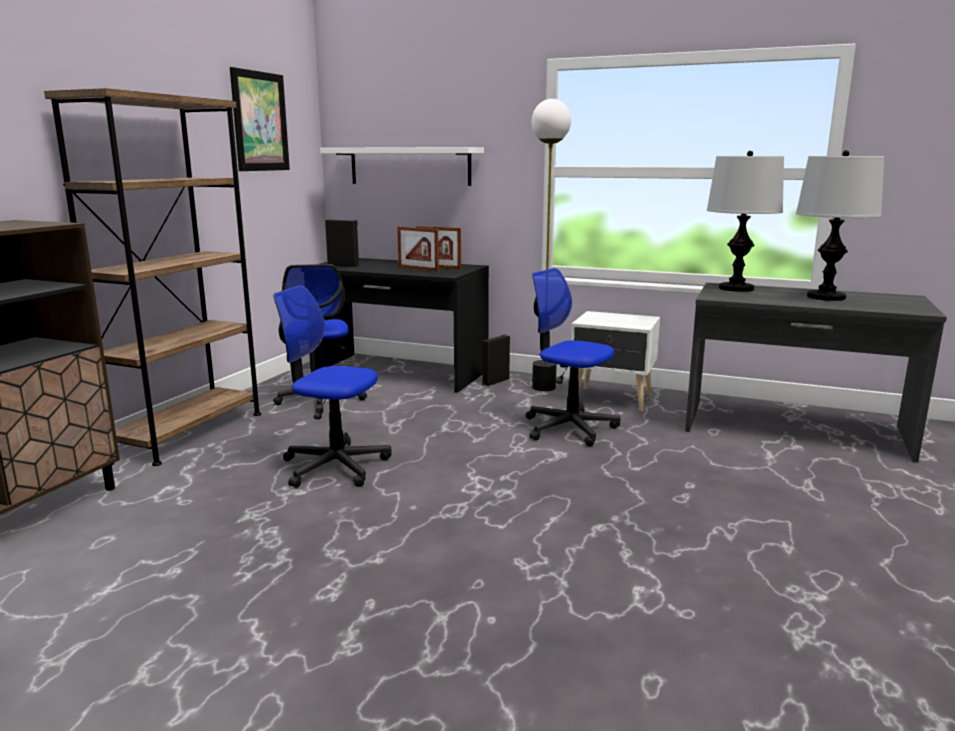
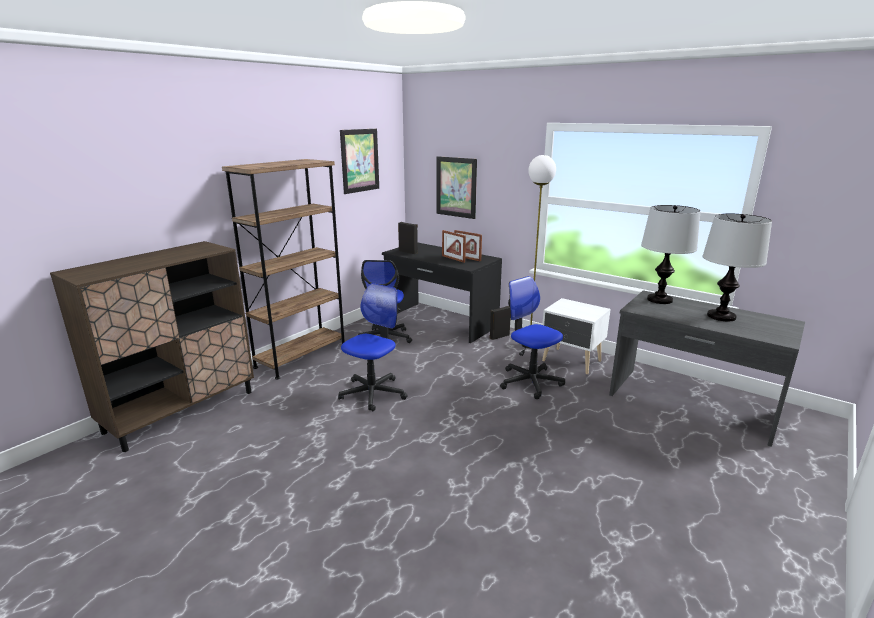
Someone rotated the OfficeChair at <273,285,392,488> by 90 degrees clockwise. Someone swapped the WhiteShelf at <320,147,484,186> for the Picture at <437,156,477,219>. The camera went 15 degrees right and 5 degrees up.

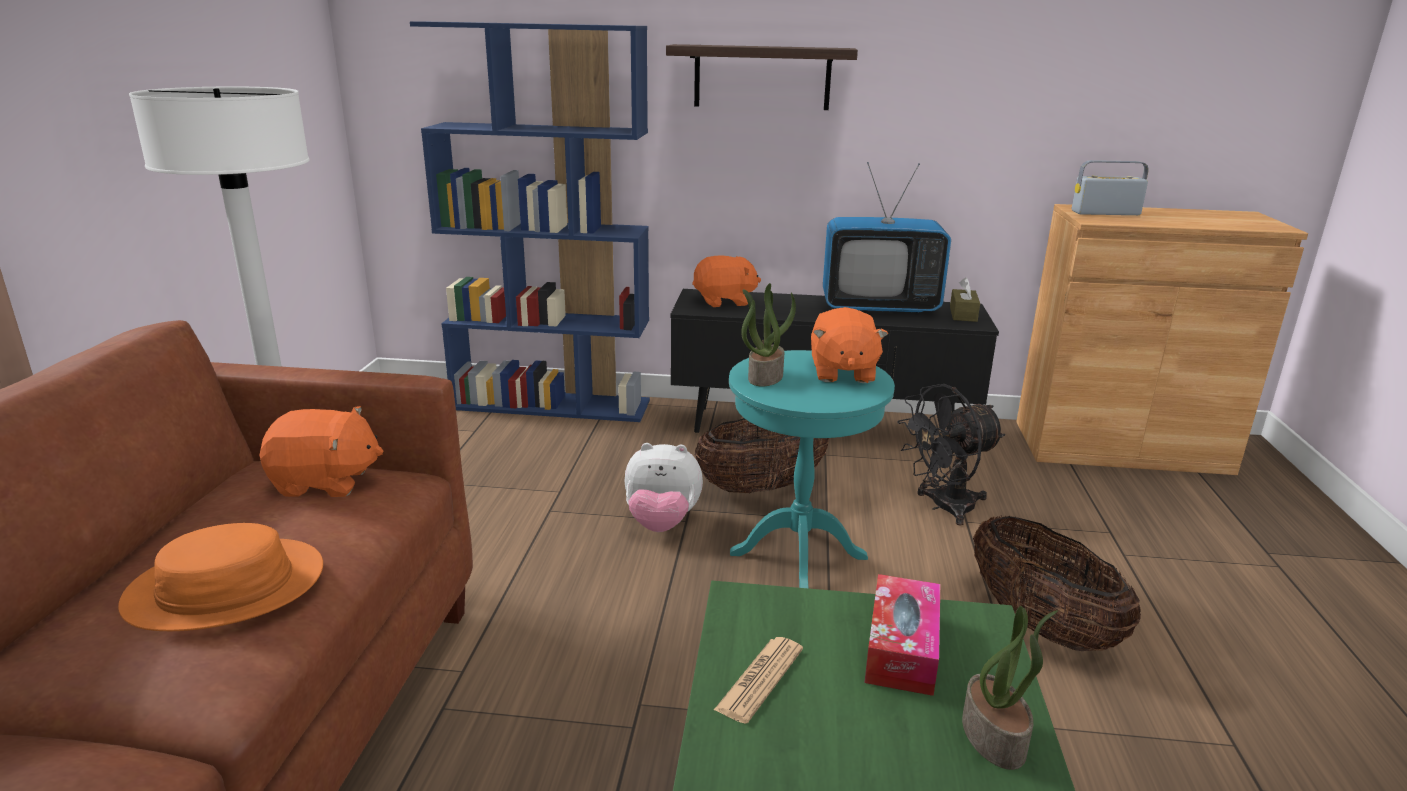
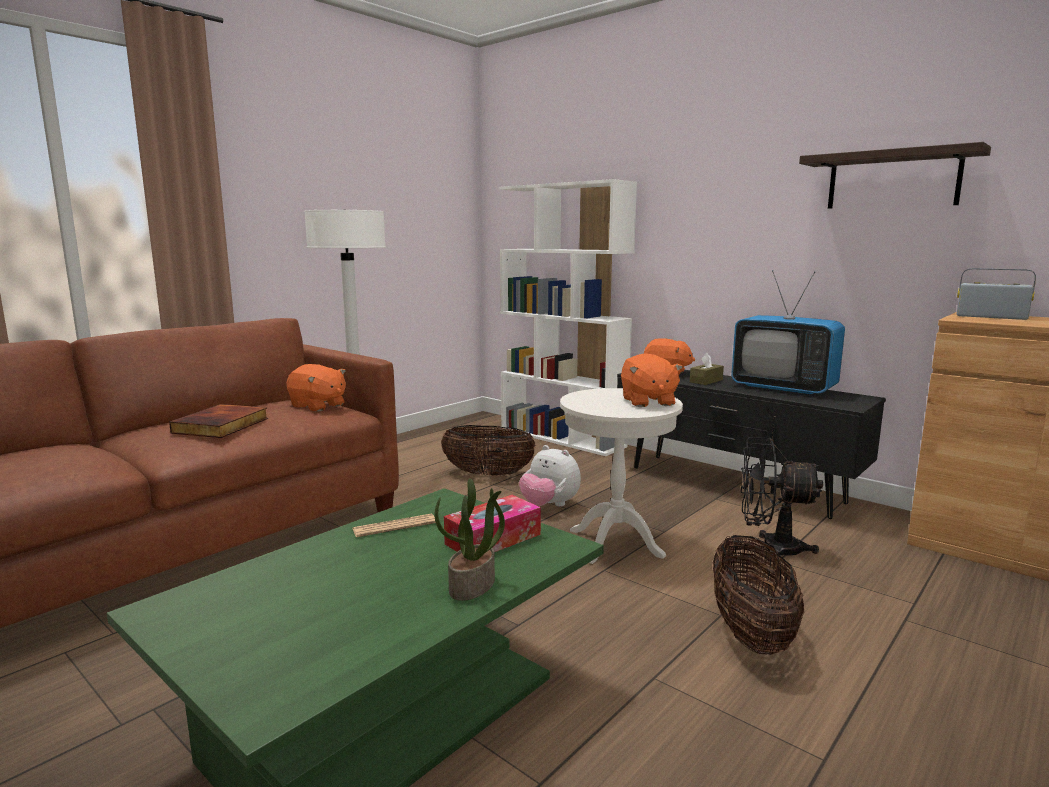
Someone swapped the OrangeHat at <118,523,323,631> for the Book at <169,404,268,438>. Someone carried the Basket from <695,418,829,493> to <441,425,536,476>. Someone repainted the BlueBookcase at <410,22,650,422>, which became the WhiteBookcase at <499,179,637,456>. Someone repainted the TurquoiseSideTable at <729,350,895,588>, which became the WhiteSideTable at <560,388,683,564>. Someone rotated the OrangePlushToy at <811,307,888,383> by 45 degrees counterclockwise. Someone carried the BrownTissueBox from <950,277,980,322> to <690,353,724,385>. Someone carried the Shelf from <666,44,858,110> to <799,142,991,209>. Someone took away the PottedPlant at <741,283,796,387>. The camera went 35 degrees right and 10 degrees down.

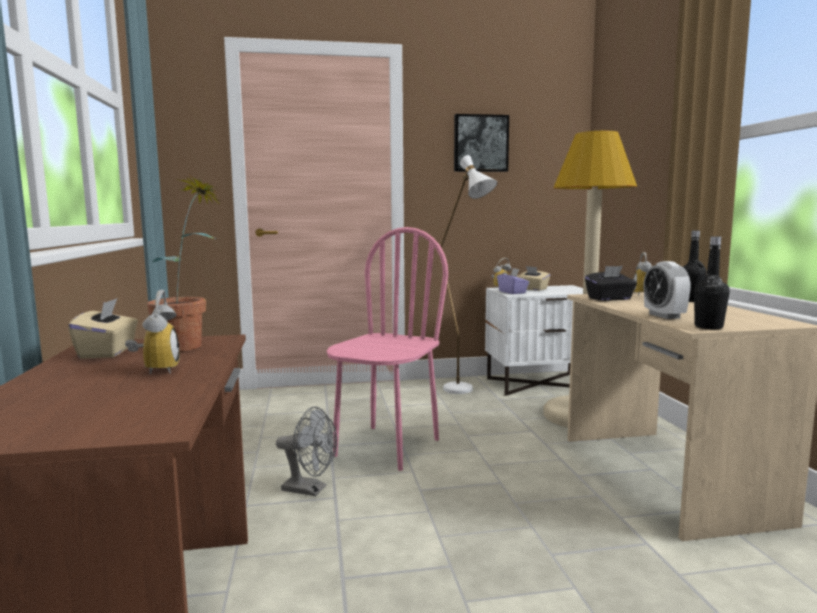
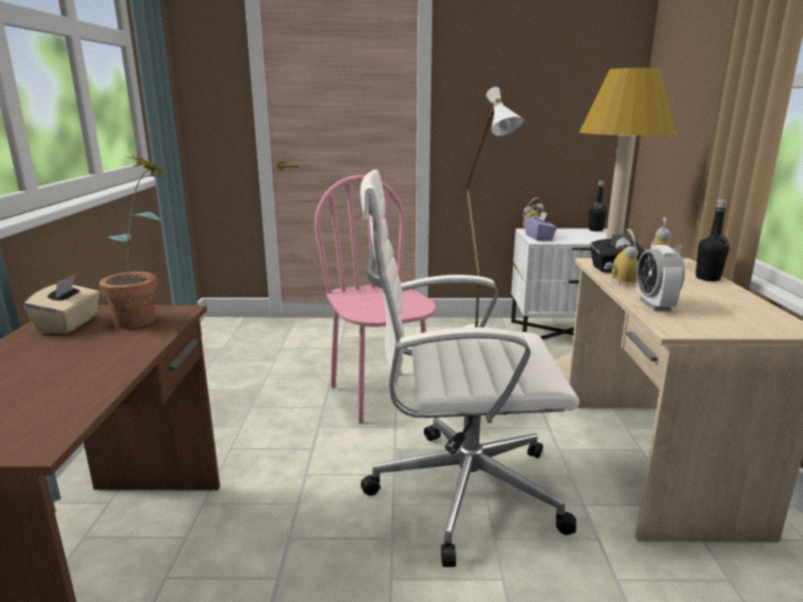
Someone rotated the PinkChair at <327,227,448,471> by 60 degrees counterclockwise. Someone put down the WhiteOfficeChair at <360,169,580,567>. Someone carried the BlackBottle from <694,236,730,329> to <589,180,607,232>. Someone carried the AlarmClock from <125,290,180,374> to <604,229,638,285>. Someone took away the GreyFan at <276,406,337,496>. Someone took away the Picture at <454,114,509,172>. Someone took away the BeigeTissueBox at <517,266,550,291>. The camera went 10 degrees right and 10 degrees up.

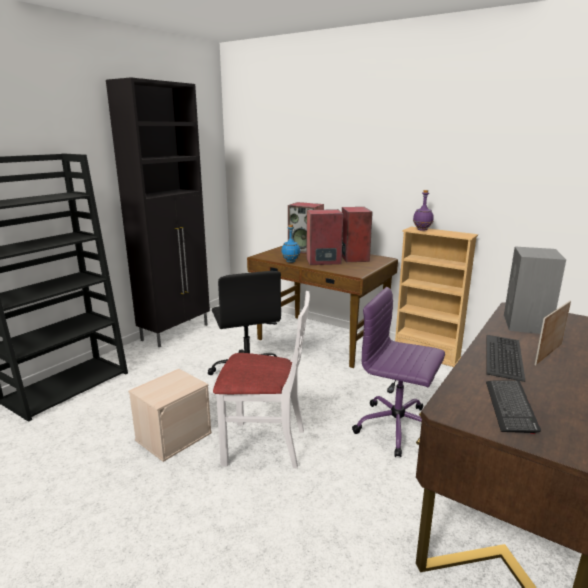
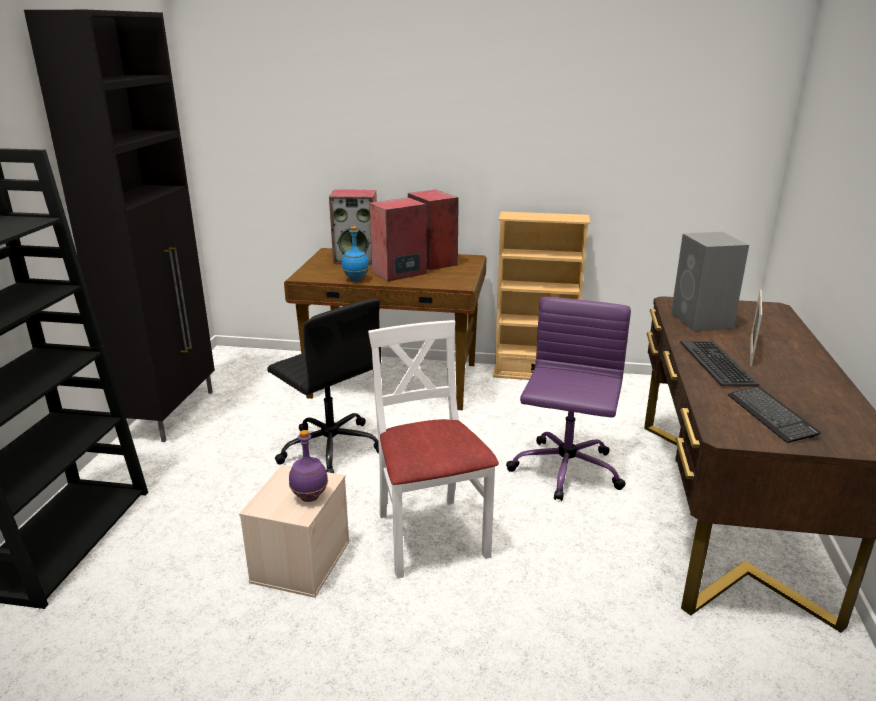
Someone carried the PurpleBottle from <413,190,434,231> to <289,430,328,502>. Someone rotated the WhiteChair at <213,291,310,469> by 90 degrees counterclockwise. Someone rotated the PurpleOfficeChair at <352,287,445,458> by 105 degrees clockwise. The camera went 25 degrees left and 5 degrees up.

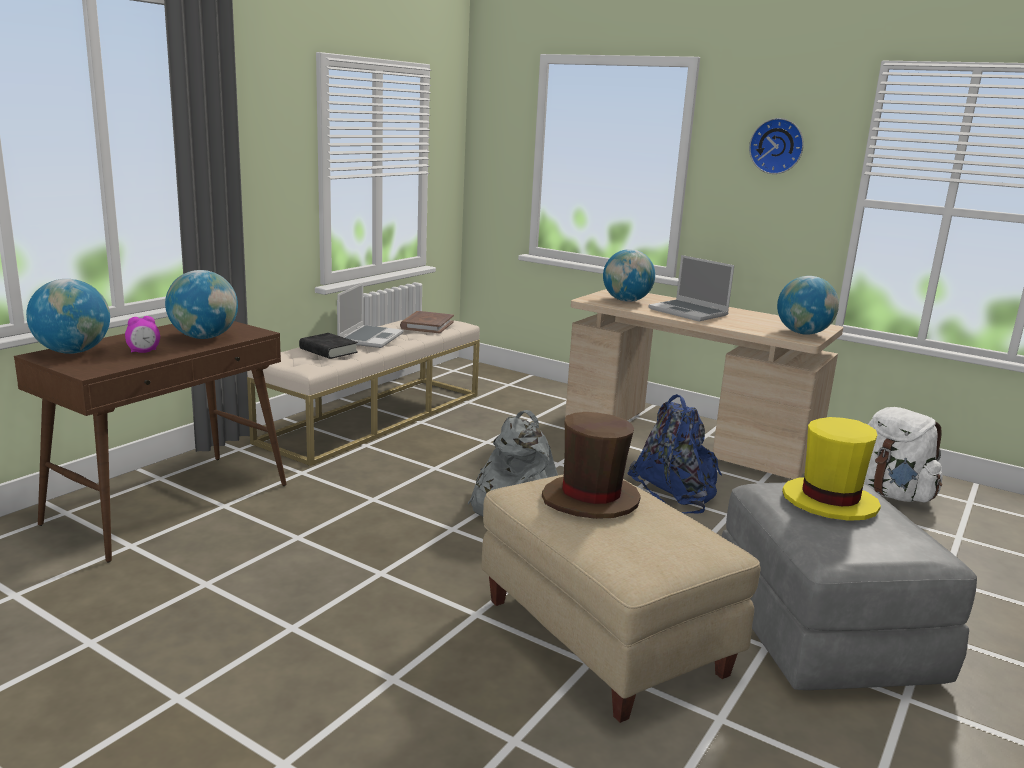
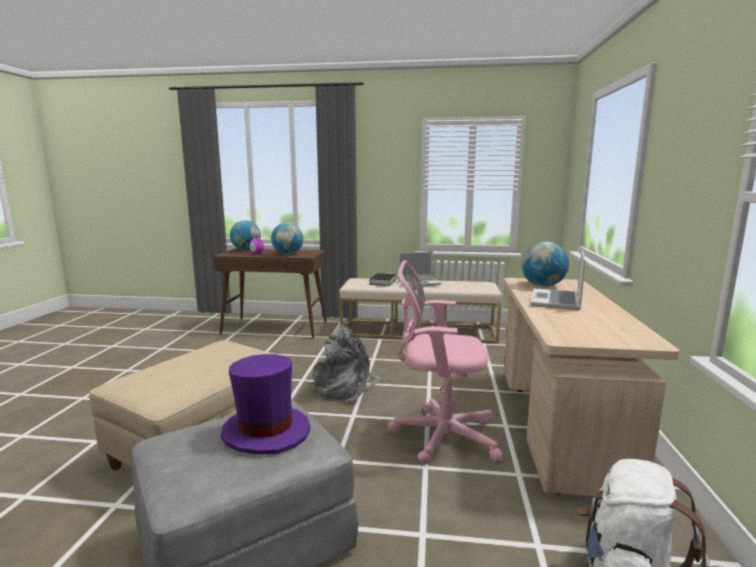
Someone repainted the YellowHat at <782,417,881,521>, which became the PurpleHat at <221,354,310,455>. Someone swapped the BlueBackpack at <627,394,722,514> for the PinkOfficeChair at <387,260,503,465>. Someone took away the BrownBook at <400,311,454,333>. Someone took away the BrownHat at <542,412,641,519>. Someone took away the WallClock at <749,118,804,174>. Someone took away the Globe at <777,276,839,335>. The camera went 65 degrees right and 5 degrees down.

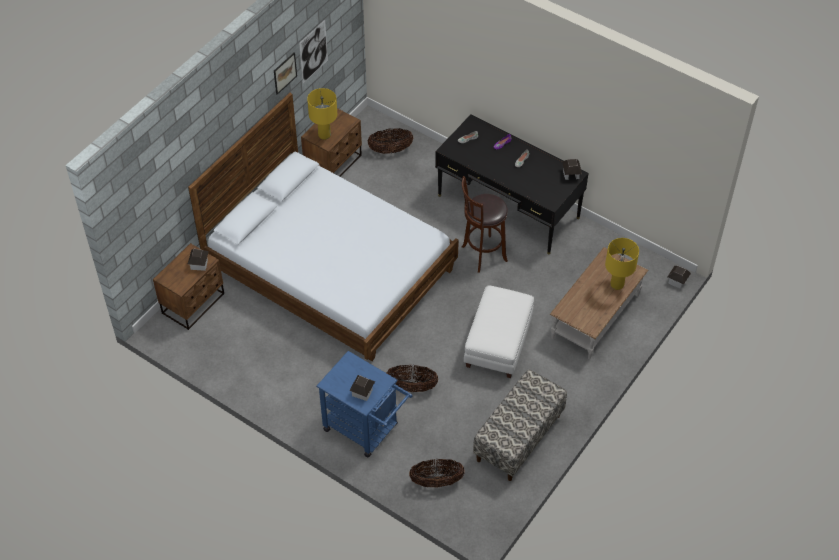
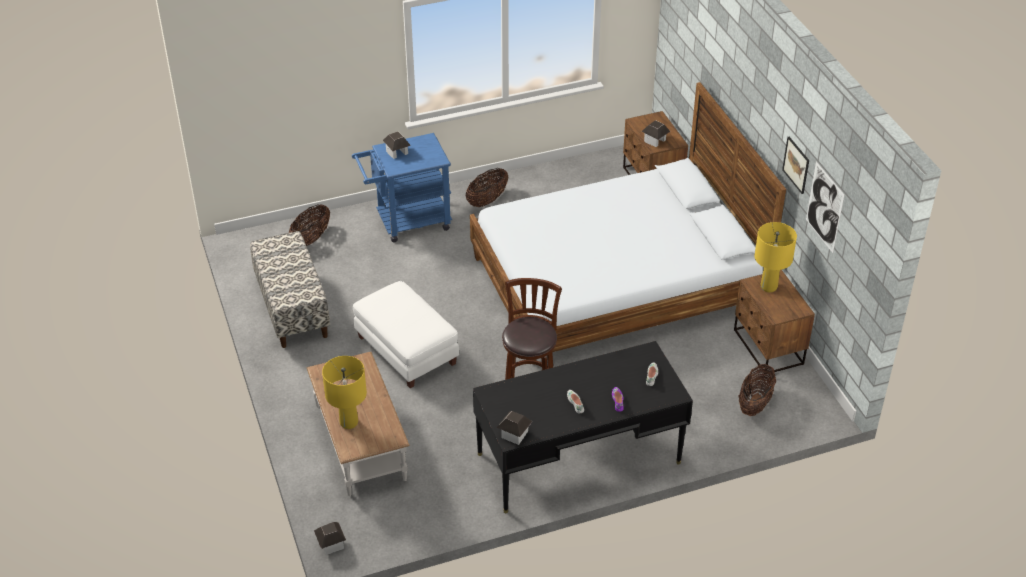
Someone carried the Basket from <387,365,438,392> to <466,168,508,207>. The camera went 125 degrees right and 10 degrees down.

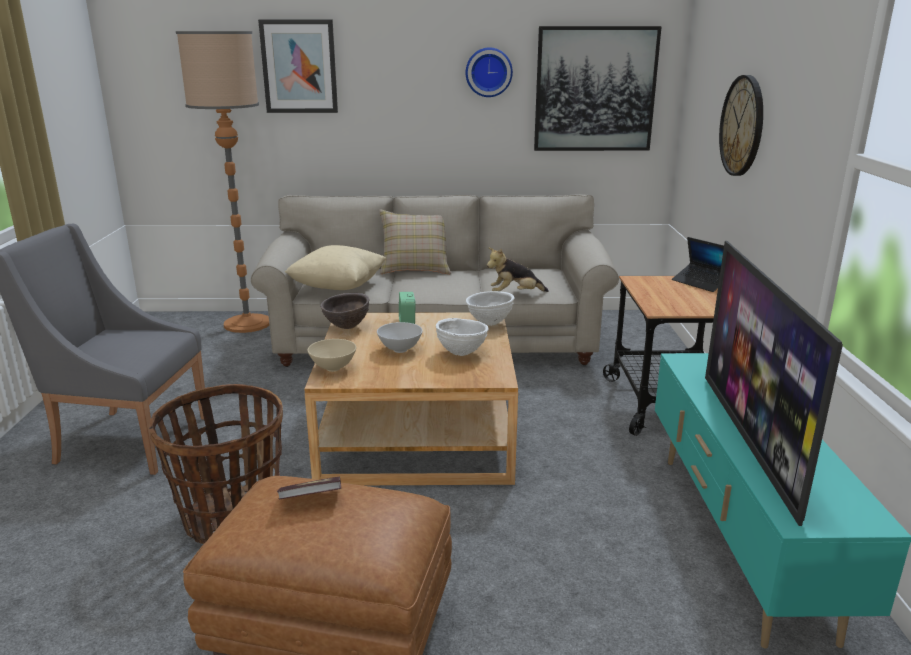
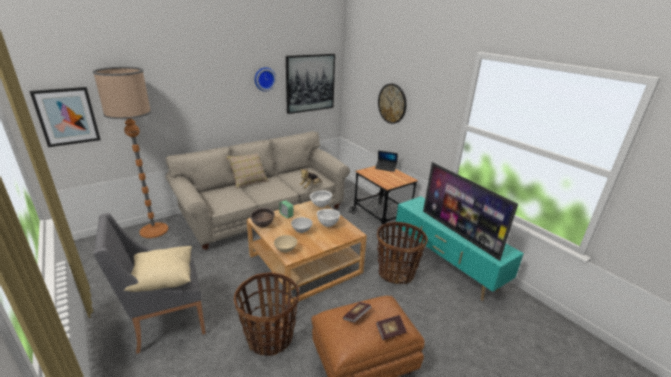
Someone carried the Picture from <258,19,338,113> to <29,87,101,147>. Someone carried the BeigePillow from <285,245,386,290> to <124,246,192,292>. Someone put down the Book at <376,315,407,340>. Someone put down the Basket at <377,222,428,284>. The camera went 35 degrees left and 5 degrees up.

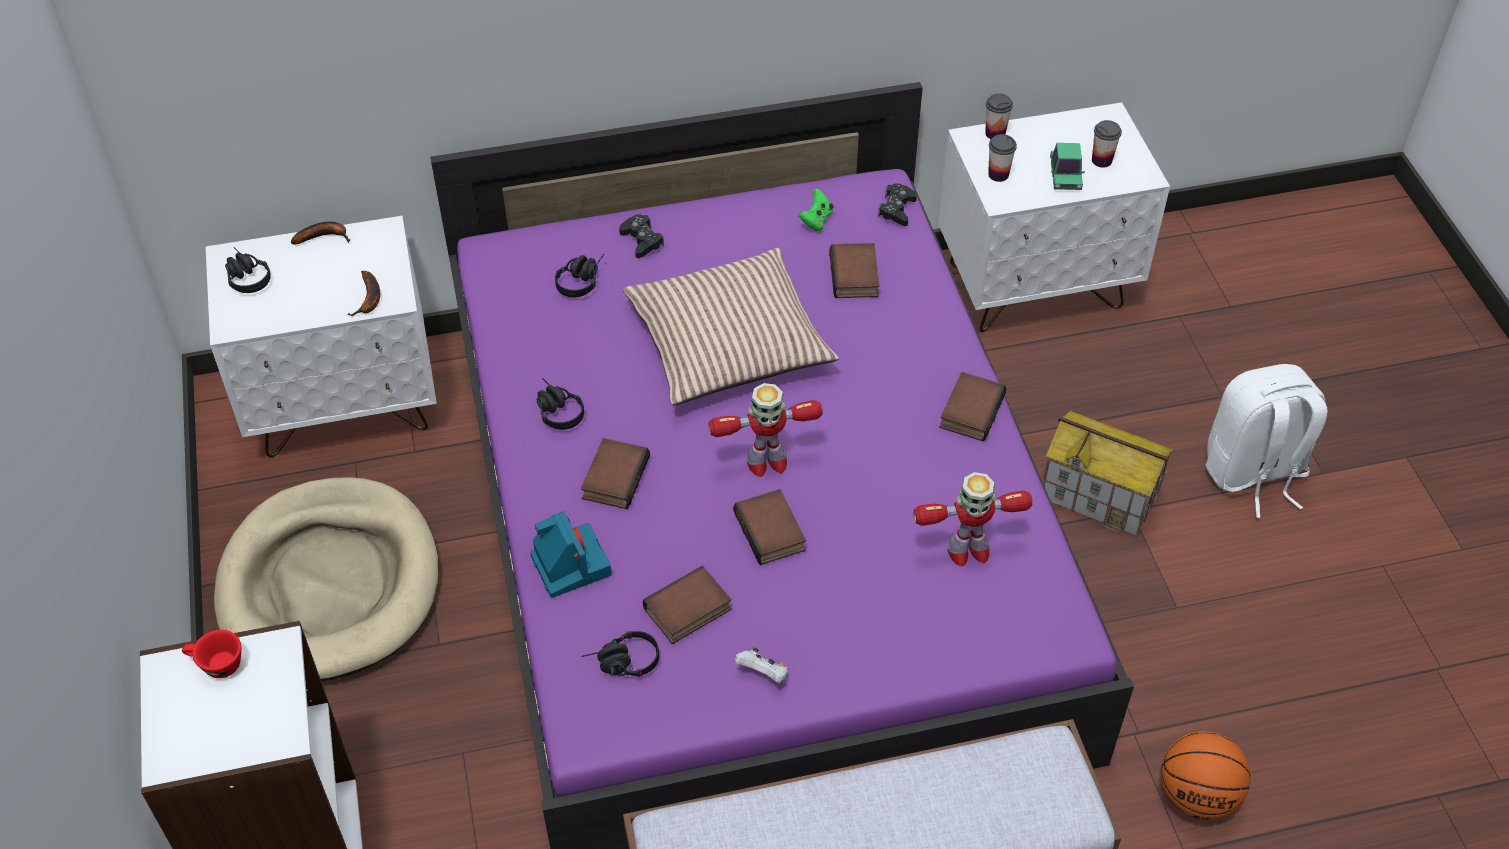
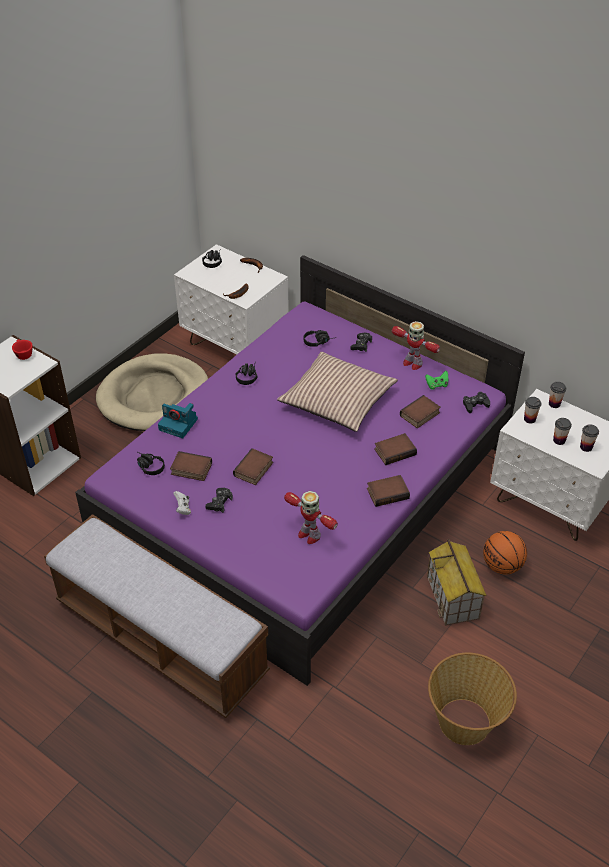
Someone rotated the PhotoCamera at <530,511,611,598> by 90 degrees clockwise. Someone put down the BlackGameController at <205,488,233,513>. Someone carried the Book from <581,438,650,509> to <374,433,417,465>. Someone carried the ToyRobot from <708,383,823,477> to <392,321,440,370>. Someone put down the Basket at <428,653,517,745>. Someone carried the Basketball from <1161,731,1251,820> to <483,531,527,574>. Someone swapped the ToyCar at <1050,143,1085,190> for the Cup at <553,418,572,445>. Someone took away the WhiteBackpack at <1206,364,1328,518>. The camera went 50 degrees right and 5 degrees down.

